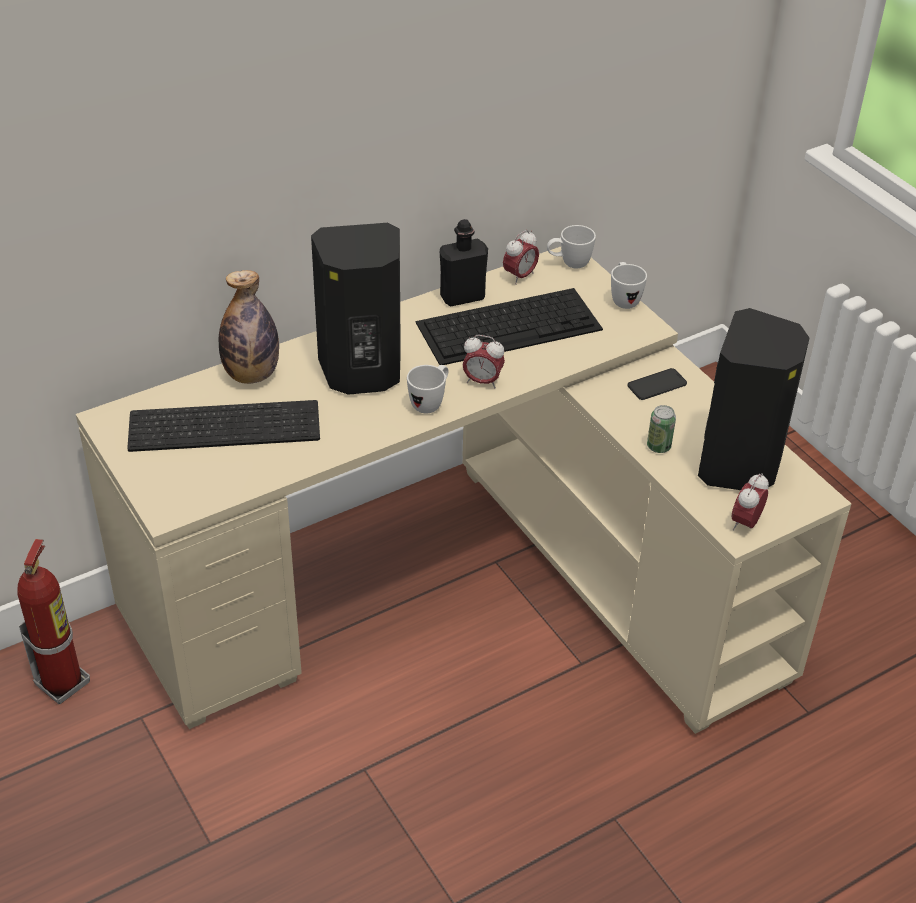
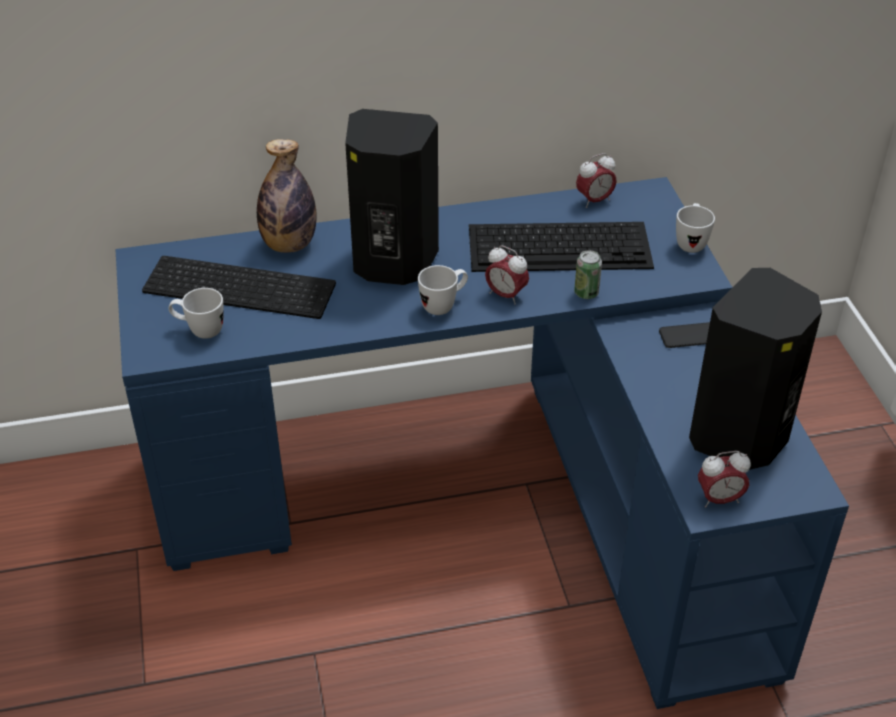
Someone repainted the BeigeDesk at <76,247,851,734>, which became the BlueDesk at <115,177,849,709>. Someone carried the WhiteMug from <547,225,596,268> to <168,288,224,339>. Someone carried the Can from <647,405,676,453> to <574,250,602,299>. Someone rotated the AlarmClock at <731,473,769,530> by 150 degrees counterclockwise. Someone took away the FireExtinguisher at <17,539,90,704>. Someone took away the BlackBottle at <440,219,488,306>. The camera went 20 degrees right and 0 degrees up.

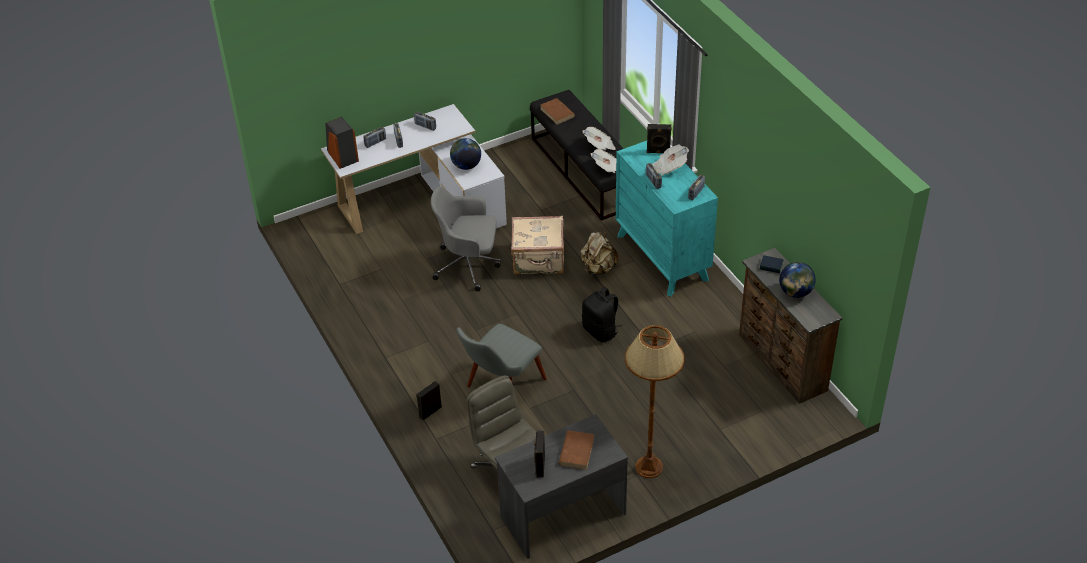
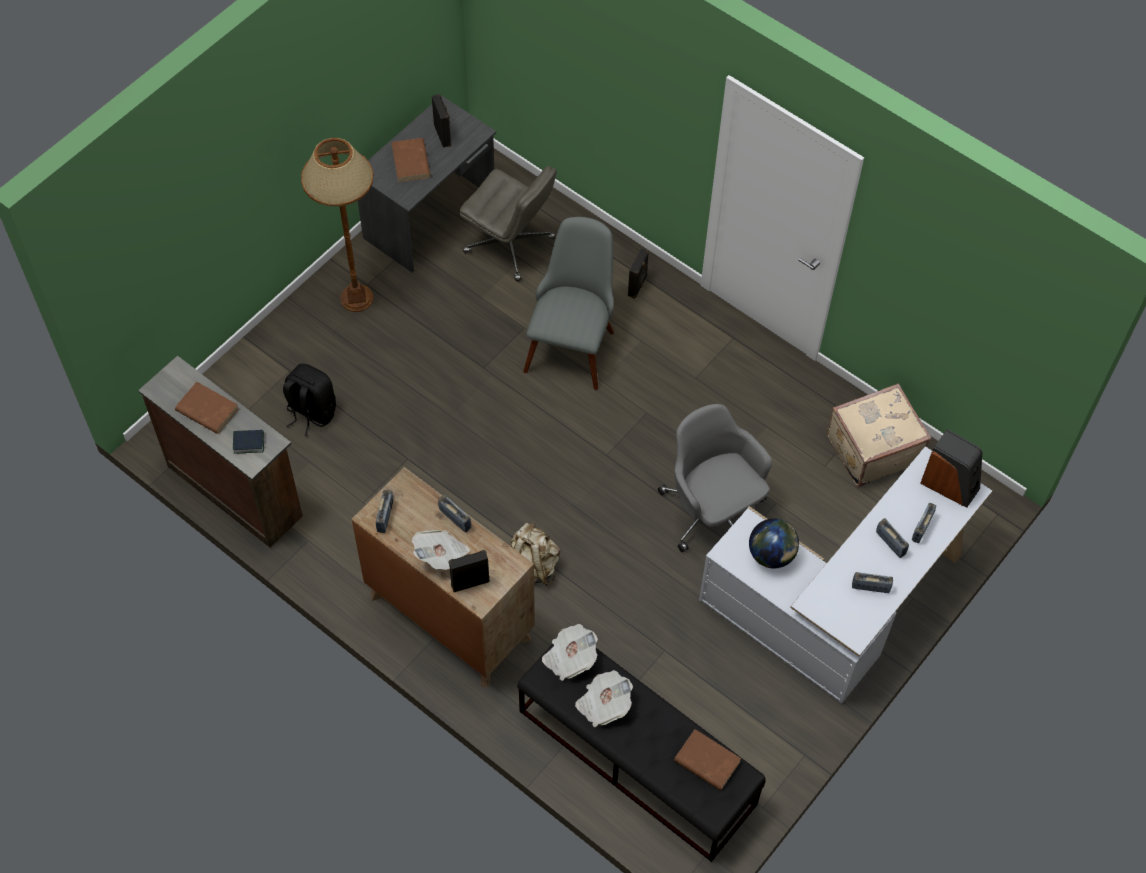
Someone swapped the Globe at <779,262,816,298> for the BrownBook at <175,382,239,434>. Someone carried the BlackBackpack from <582,287,622,342> to <283,364,336,436>. Someone repainted the TurquoiseDresser at <616,141,718,297>, which became the BrownDresser at <351,467,535,688>. Someone rotated the GreyOfficeChair at <431,186,501,291> by 105 degrees counterclockwise. Someone carried the BeigeSuitcase from <511,216,564,275> to <827,383,931,487>. The camera went 155 degrees right and 15 degrees up.

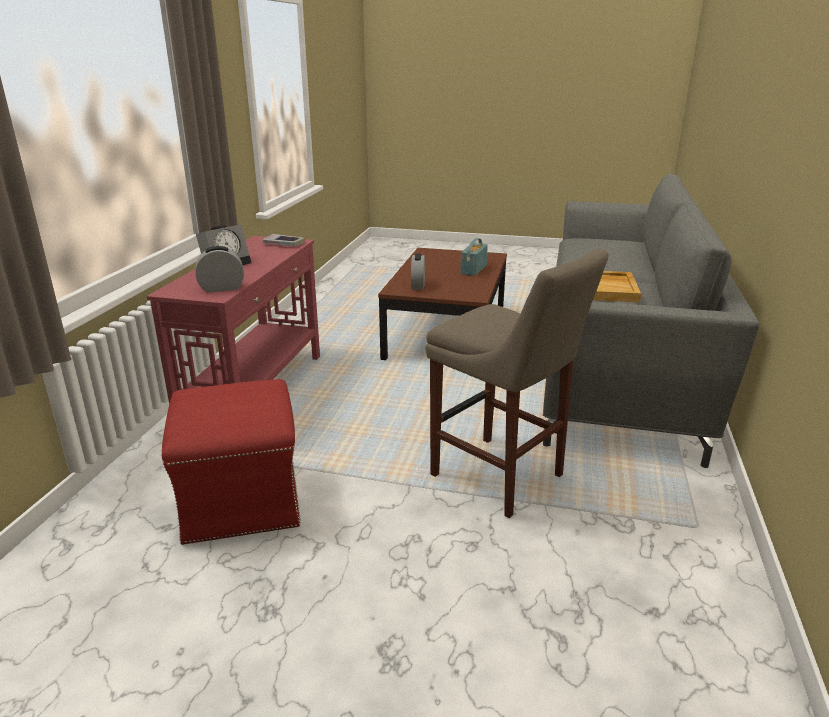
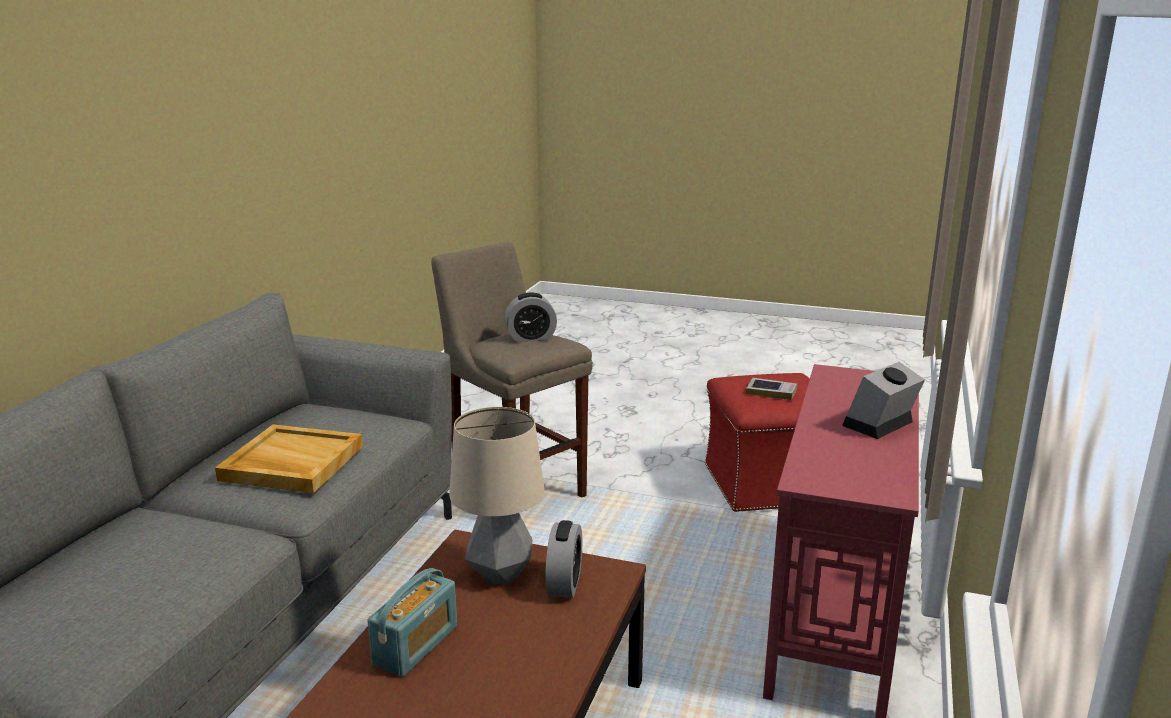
Someone put down the TableLamp at <449,407,545,584>. Someone carried the AlarmClock from <195,246,244,292> to <505,293,557,342>. Someone carried the Book from <263,234,305,246> to <746,378,797,400>. The camera went 175 degrees left and 5 degrees down.

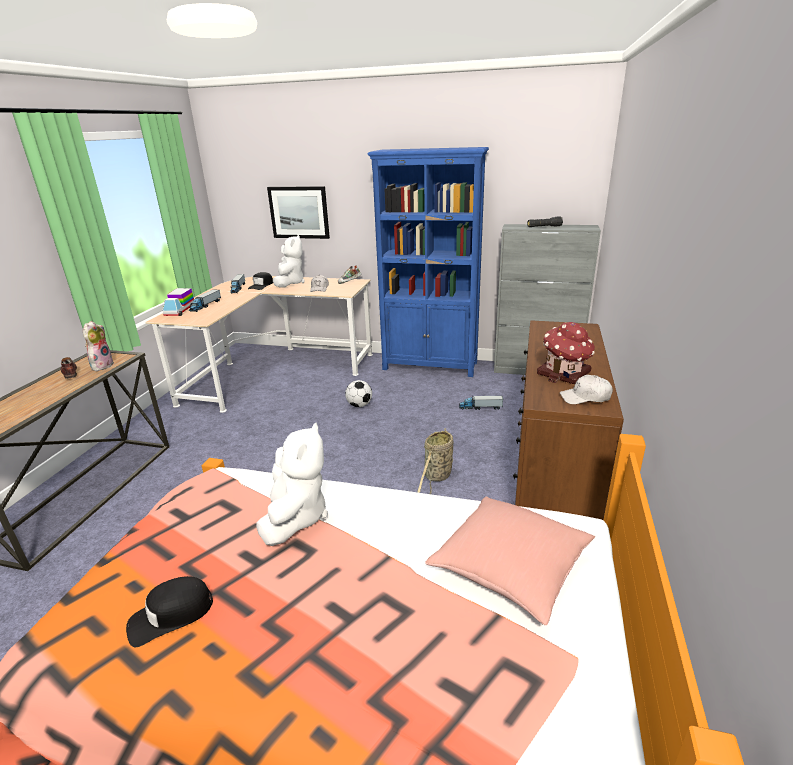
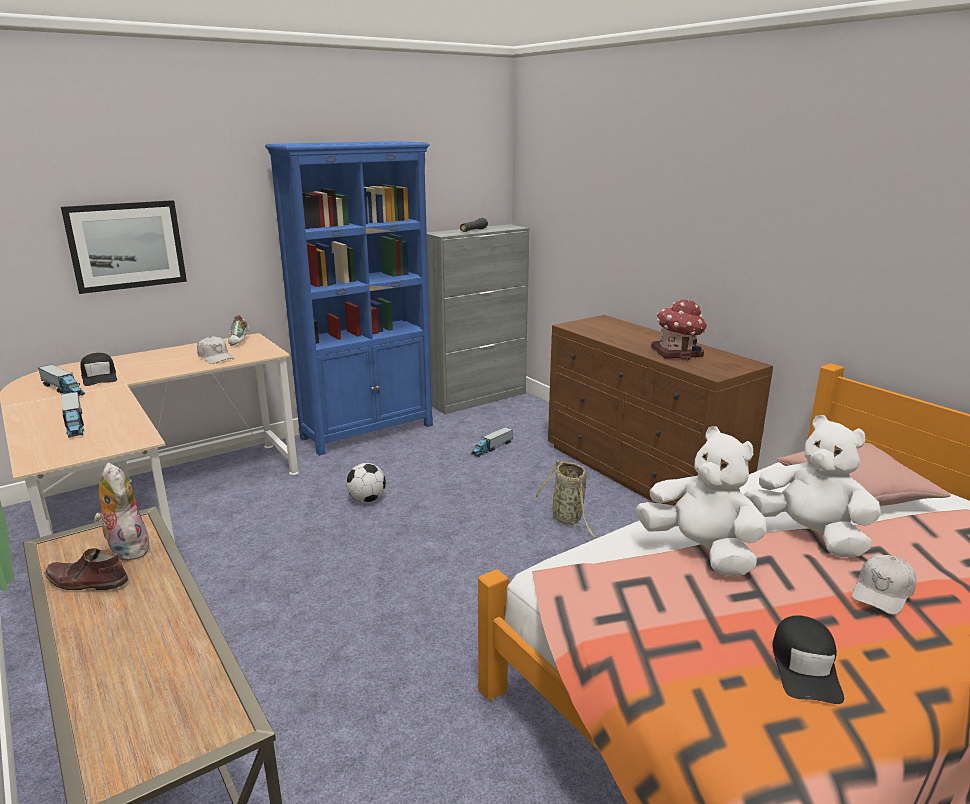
Someone carried the WhitePlushToy from <273,235,305,288> to <744,415,881,557>. Someone carried the WhiteCap from <560,375,613,404> to <852,554,916,615>. Someone took away the ToyTruck at <162,288,194,316>. The camera went 50 degrees left and 5 degrees down.

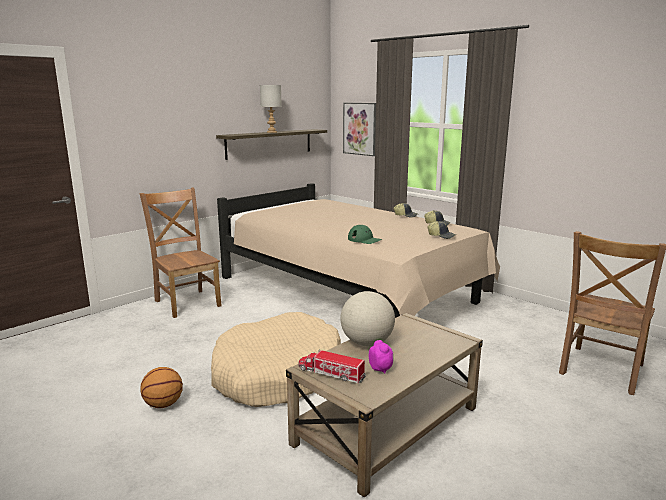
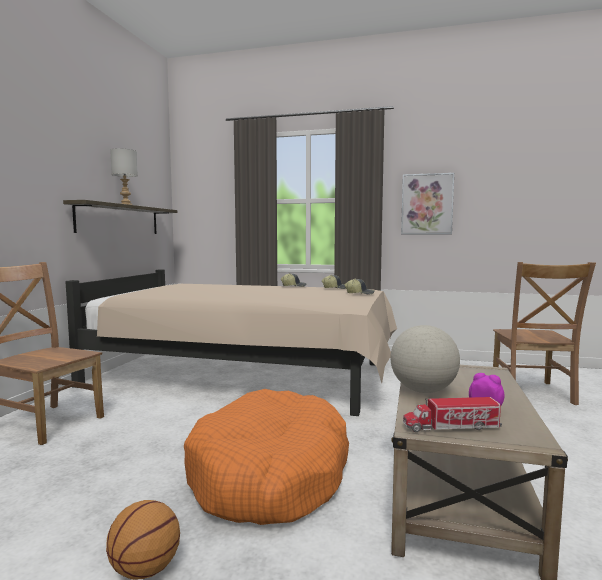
Someone repainted the BeigeDogBed at <211,312,341,407>, which became the OrangeDogBed at <184,389,349,525>. Someone carried the Picture from <343,103,376,156> to <401,173,454,234>. Someone took away the GreenCap at <348,225,382,244>. The camera went 30 degrees left and 10 degrees down.

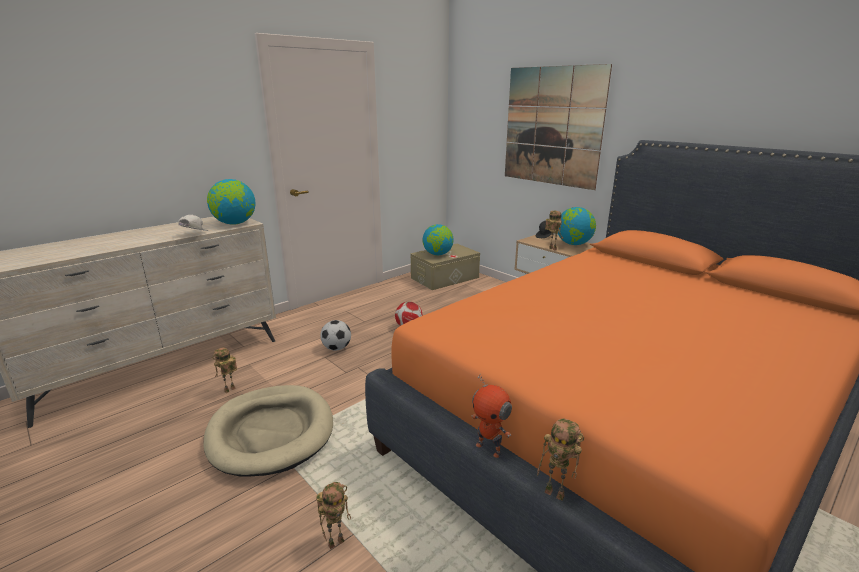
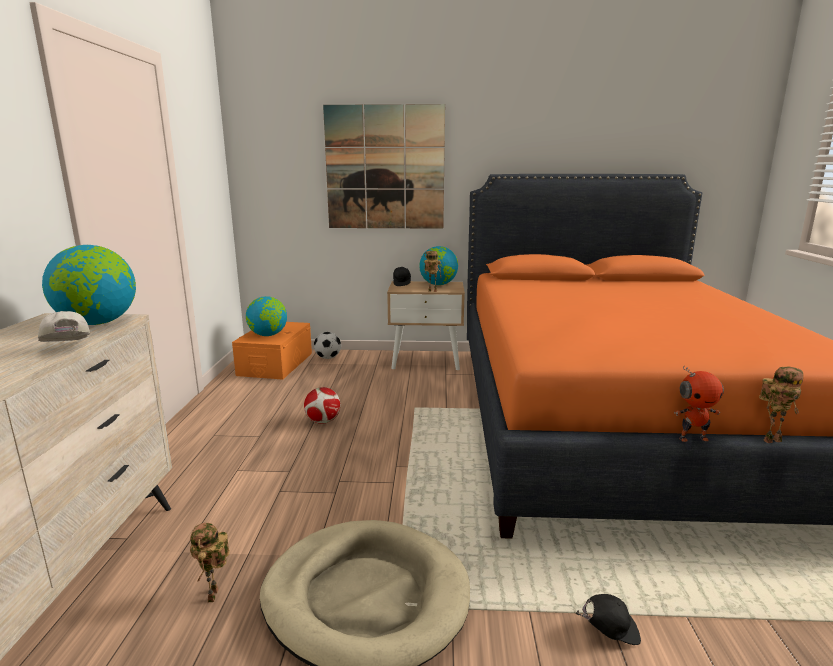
Someone repainted the BeigeStorageBox at <411,244,480,290>, which became the OrangeStorageBox at <232,322,312,380>. Someone carried the Football from <320,320,351,350> to <314,332,341,359>. Someone swapped the ToyRobot at <316,482,351,549> for the BlackCap at <576,594,641,645>. The camera went 45 degrees left and 5 degrees down.

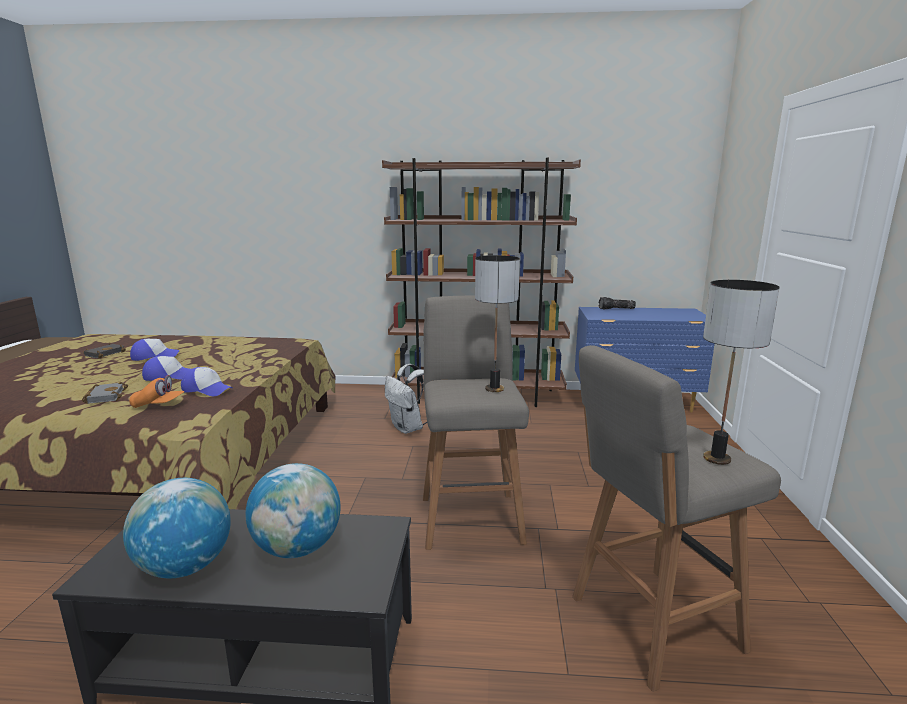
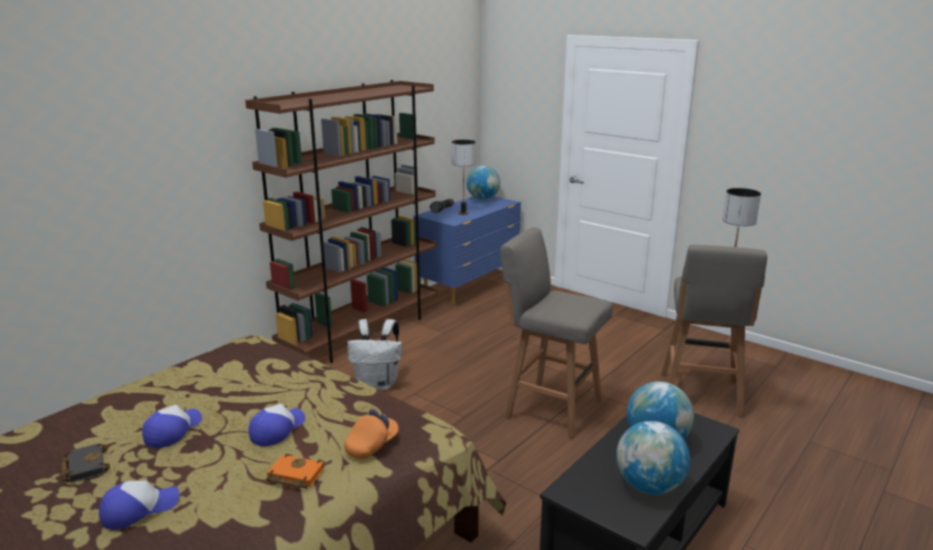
Someone carried the Cap from <181,367,233,396> to <99,480,179,530>. Someone repainted the GreyBook at <82,382,128,404>, which became the OrangeBook at <266,454,324,489>. Someone carried the TableLamp from <475,255,520,392> to <452,140,475,215>. Someone put down the Globe at <466,166,500,200>. The camera went 55 degrees left and 5 degrees up.

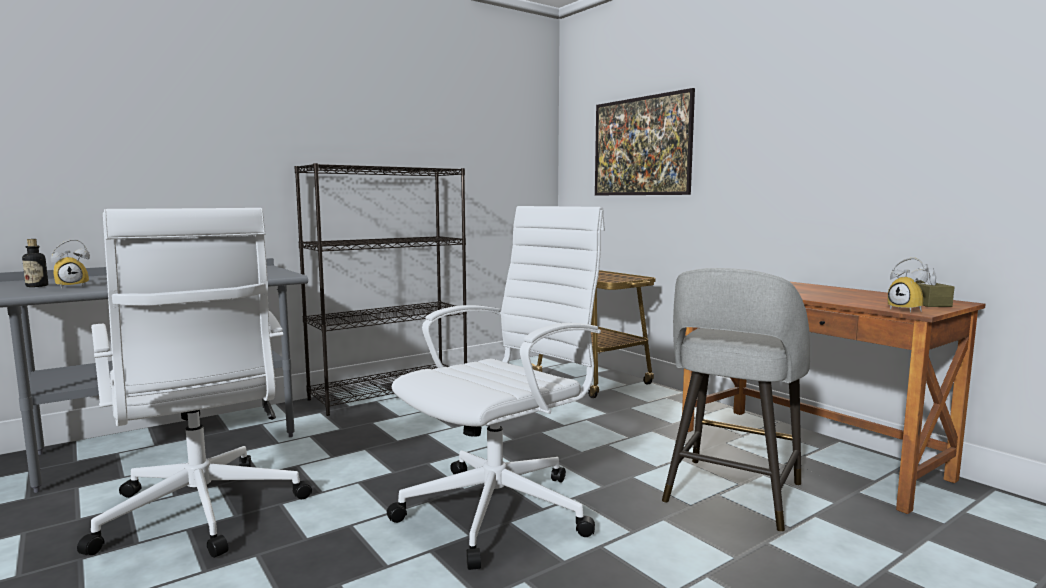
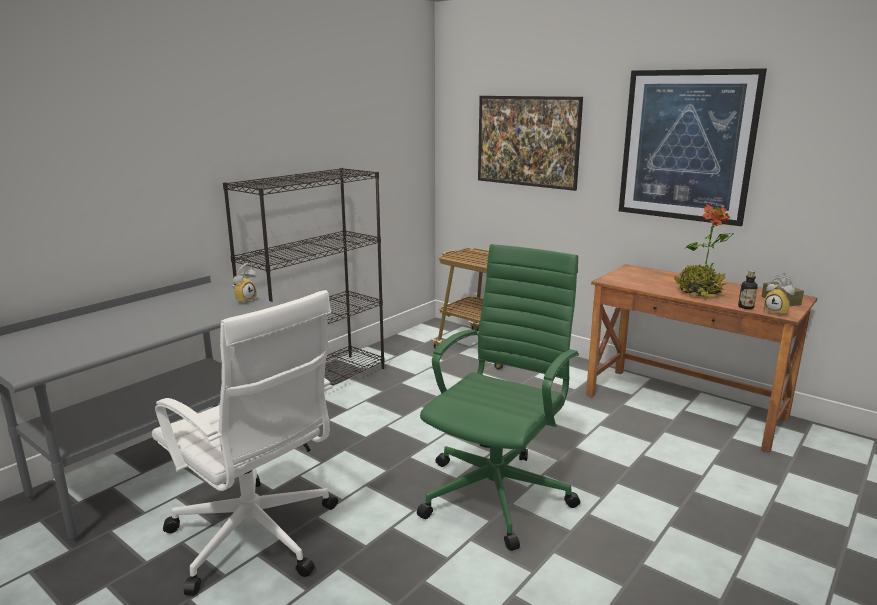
Someone carried the AlarmClock from <51,239,90,288> to <232,263,257,303>. Someone repainted the WhiteOfficeChair at <387,206,605,570>, which became the GreenOfficeChair at <417,244,580,551>. Someone put up the Picture at <619,68,767,226>. Someone put down the PottedPlant at <674,204,734,299>. Someone carried the Bottle from <22,239,48,287> to <738,270,758,309>. Someone took away the GreyStool at <662,268,810,532>. The camera went 15 degrees left and 10 degrees up.

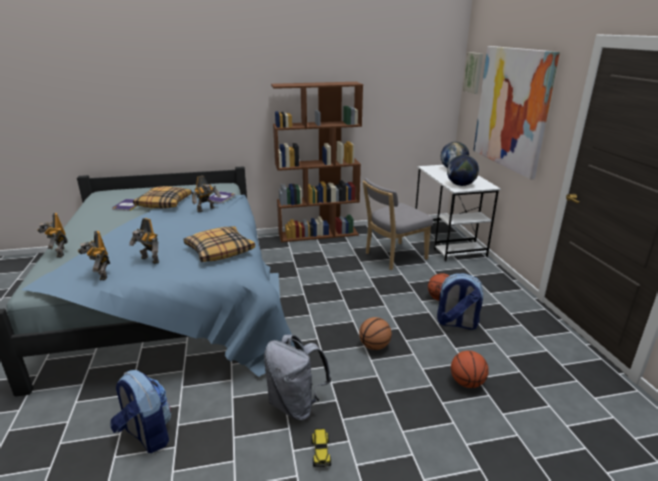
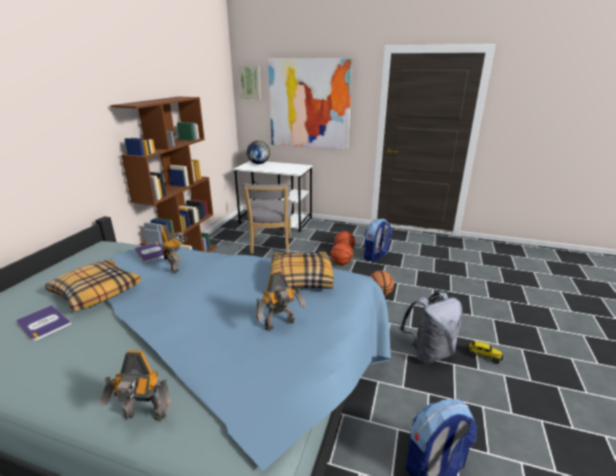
Someone carried the Basketball from <451,351,489,388> to <331,242,353,265>. Someone took away the ToyRobot at <78,231,110,280>. Someone took away the Globe at <447,155,479,186>. The camera went 60 degrees left and 0 degrees up.

